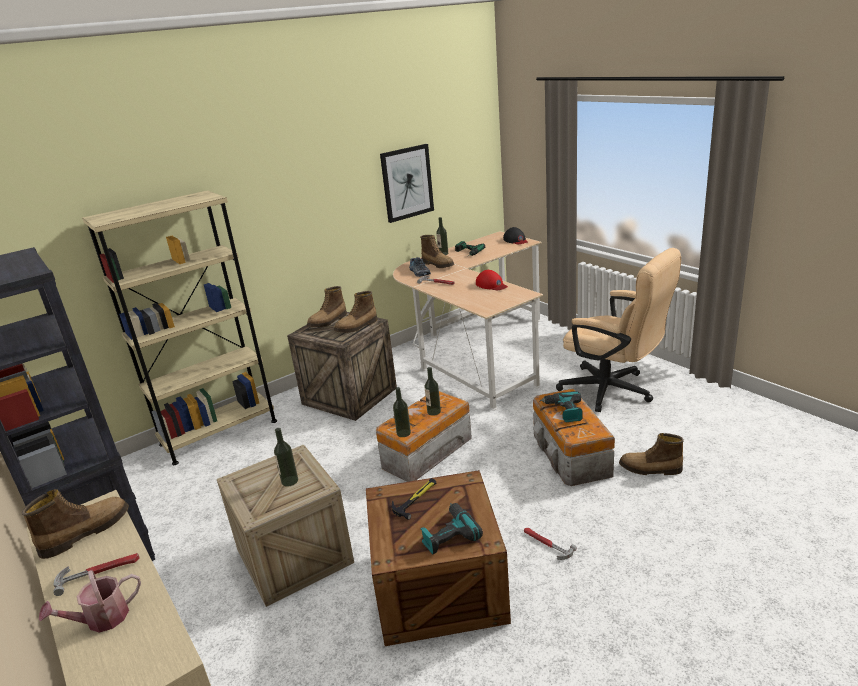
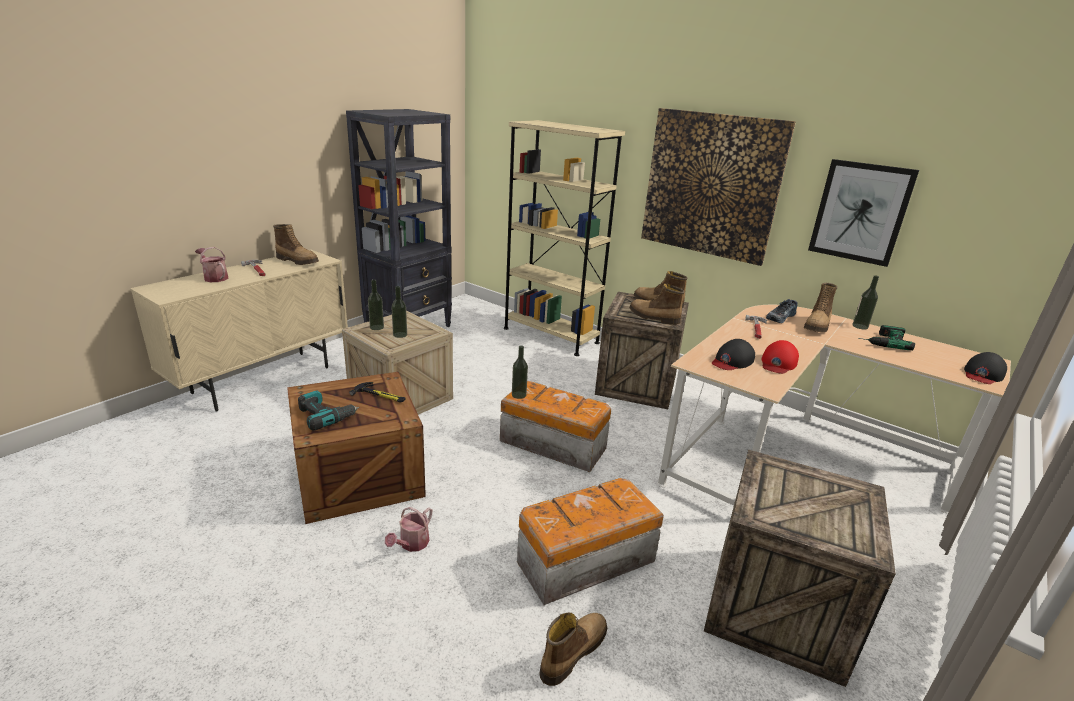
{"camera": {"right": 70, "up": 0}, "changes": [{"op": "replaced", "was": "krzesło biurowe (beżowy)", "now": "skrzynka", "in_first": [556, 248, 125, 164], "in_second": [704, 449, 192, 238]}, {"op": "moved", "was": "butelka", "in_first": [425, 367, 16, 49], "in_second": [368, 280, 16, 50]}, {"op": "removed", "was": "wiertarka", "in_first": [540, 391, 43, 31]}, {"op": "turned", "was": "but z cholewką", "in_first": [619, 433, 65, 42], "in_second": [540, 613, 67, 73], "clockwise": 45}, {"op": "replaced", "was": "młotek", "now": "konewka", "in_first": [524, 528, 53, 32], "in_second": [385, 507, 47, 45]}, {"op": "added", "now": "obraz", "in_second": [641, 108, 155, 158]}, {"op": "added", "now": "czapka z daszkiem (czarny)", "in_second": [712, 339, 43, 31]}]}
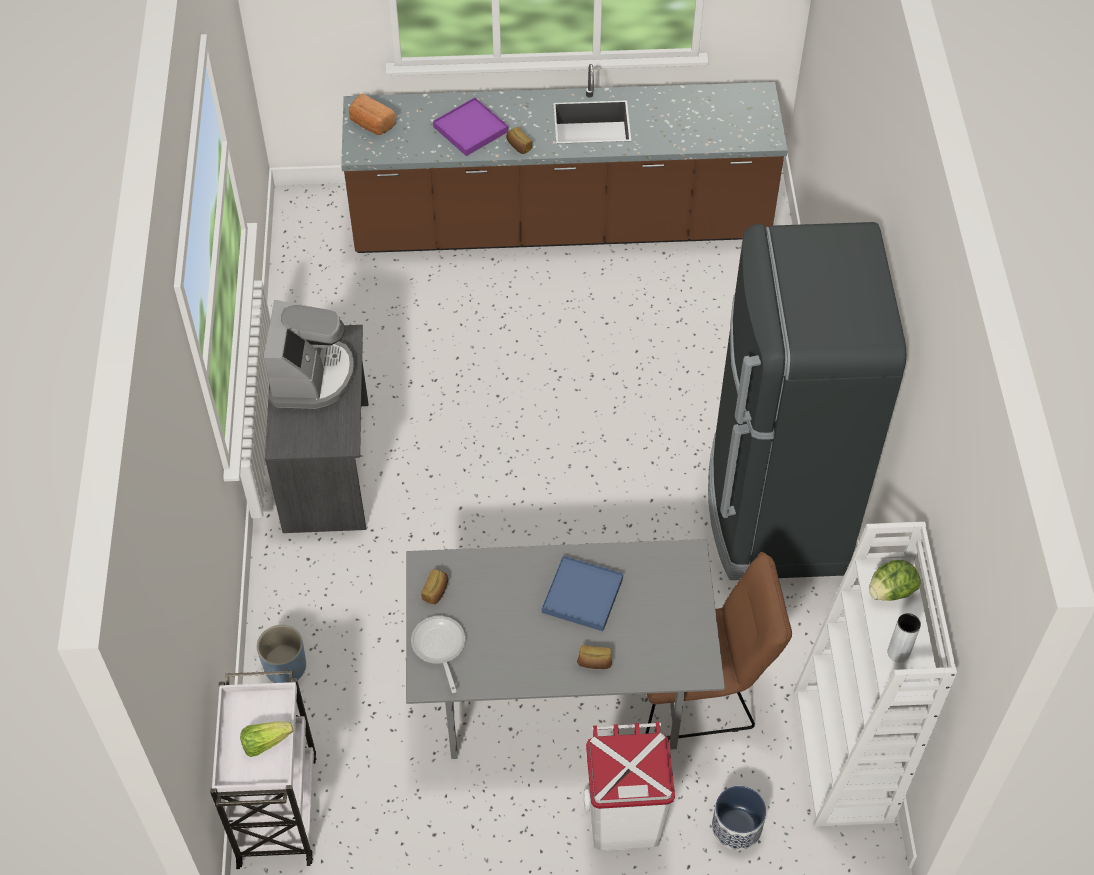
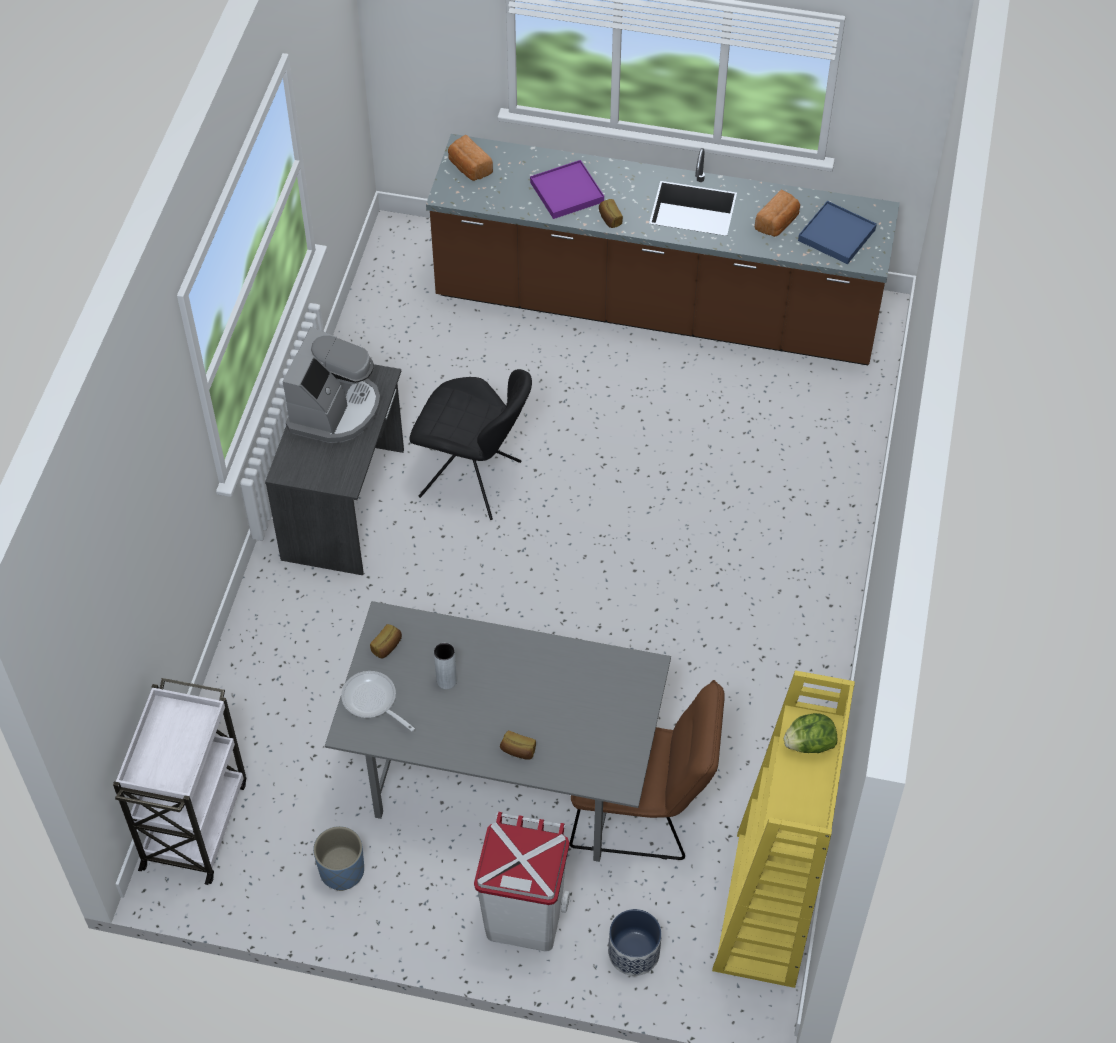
{"camera": {"right": 15, "up": 0}, "changes": [{"op": "removed", "was": "lodówka (czarny)", "in_first": [708, 222, 198, 358]}, {"op": "recoloured", "was": "regał (biały)", "now": "regał (żółty)", "in_first": [794, 522, 163, 305], "in_second": [712, 670, 143, 318]}, {"op": "moved", "was": "taca (niebieski)", "in_first": [542, 556, 81, 75], "in_second": [798, 201, 79, 63]}, {"op": "moved", "was": "wazon (szary)", "in_first": [888, 613, 33, 50], "in_second": [434, 643, 23, 46]}, {"op": "turned", "was": "patelnia", "in_first": [411, 616, 54, 77], "in_second": [341, 671, 74, 60], "clockwise": -45}, {"op": "moved", "was": "donica (niebieski)", "in_first": [257, 625, 49, 58], "in_second": [313, 826, 51, 65]}, {"op": "removed", "was": "sałata", "in_first": [240, 721, 53, 36]}, {"op": "added", "now": "chleb", "in_second": [755, 189, 45, 48]}, {"op": "added", "now": "krzesło (czarny)", "in_second": [409, 369, 123, 151]}]}
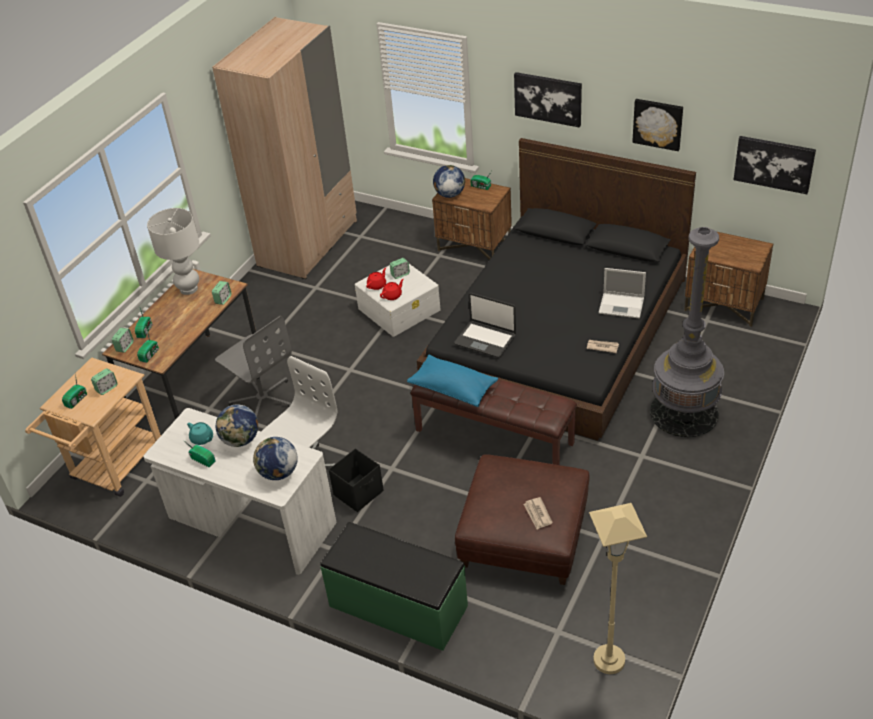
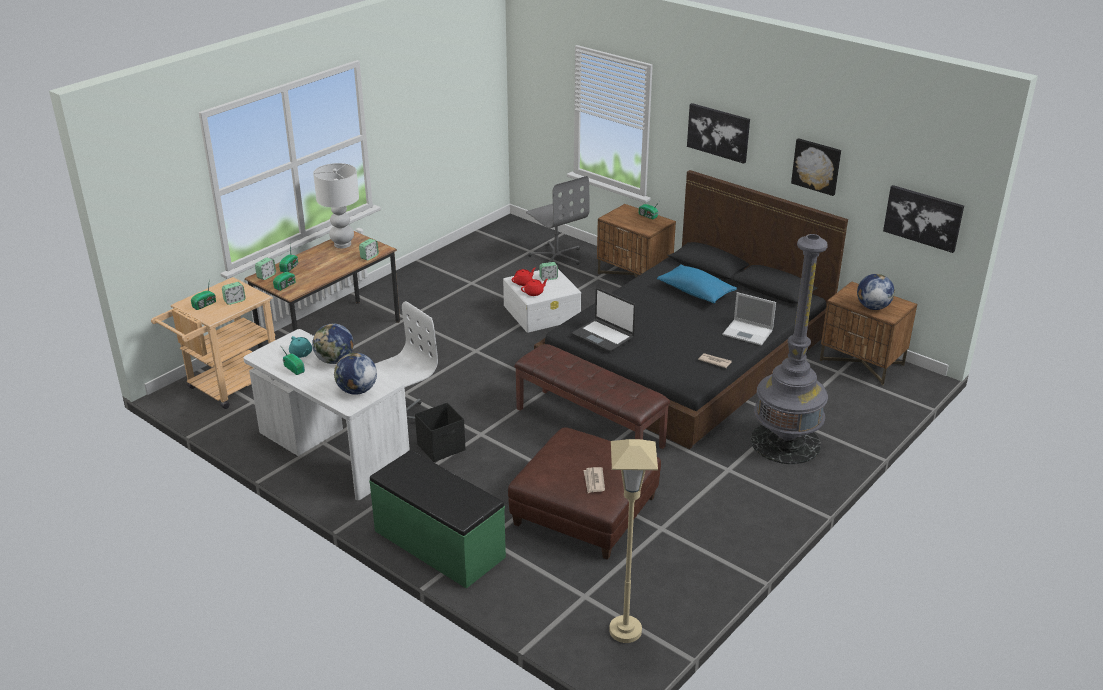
{"camera": {"right": 10, "up": -10}, "changes": [{"op": "removed", "was": "szafa (beżowy)", "in_first": [212, 16, 145, 263]}, {"op": "moved", "was": "globus", "in_first": [433, 165, 32, 33], "in_second": [857, 274, 38, 36]}, {"op": "moved", "was": "krzesło biurowe (szary)", "in_first": [215, 316, 77, 101], "in_second": [526, 176, 64, 89]}, {"op": "moved", "was": "poduszka (niebieski)", "in_first": [407, 354, 91, 53], "in_second": [657, 264, 80, 40]}]}
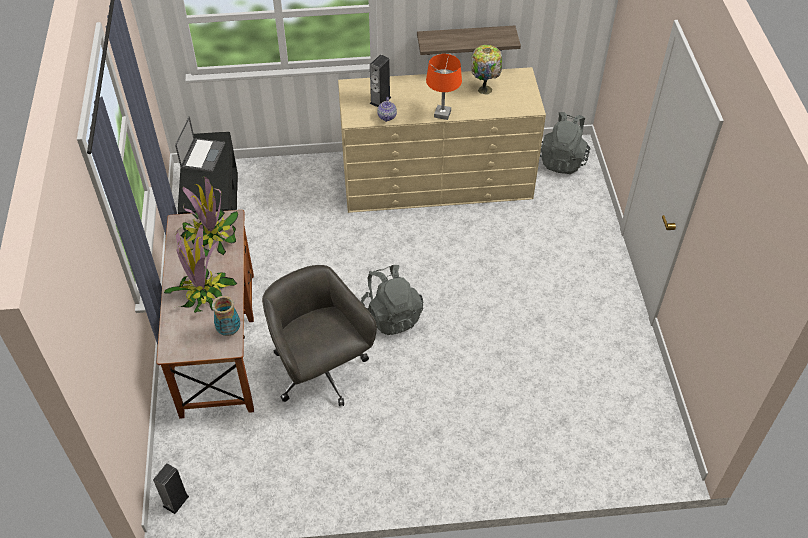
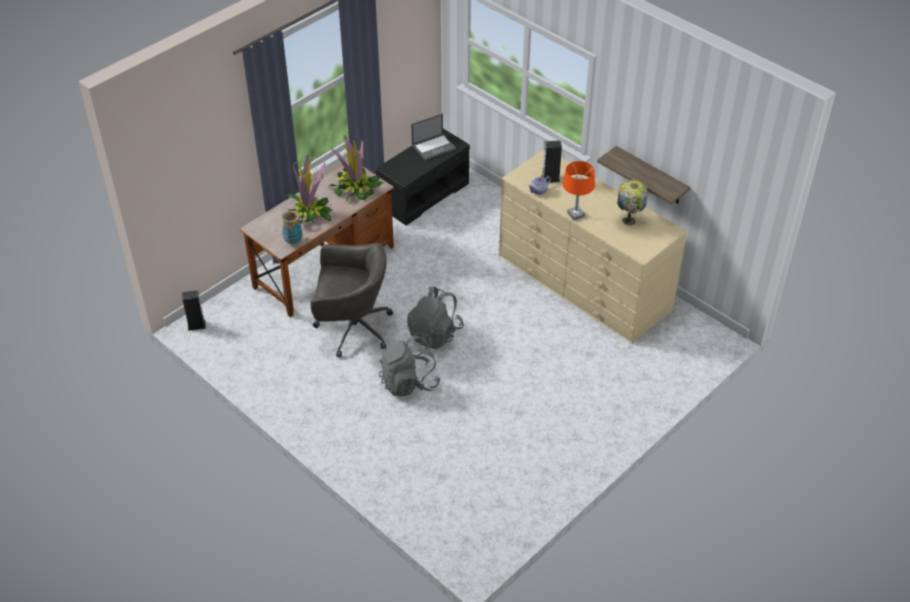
{"camera": {"right": 50, "up": -5}, "changes": [{"op": "moved", "was": "plecak (szary)", "in_first": [540, 112, 50, 62], "in_second": [379, 336, 61, 61]}, {"op": "turned", "was": "krzesło biurowe (szary)", "in_first": [262, 265, 115, 141], "in_second": [310, 243, 83, 115], "clockwise": 75}]}
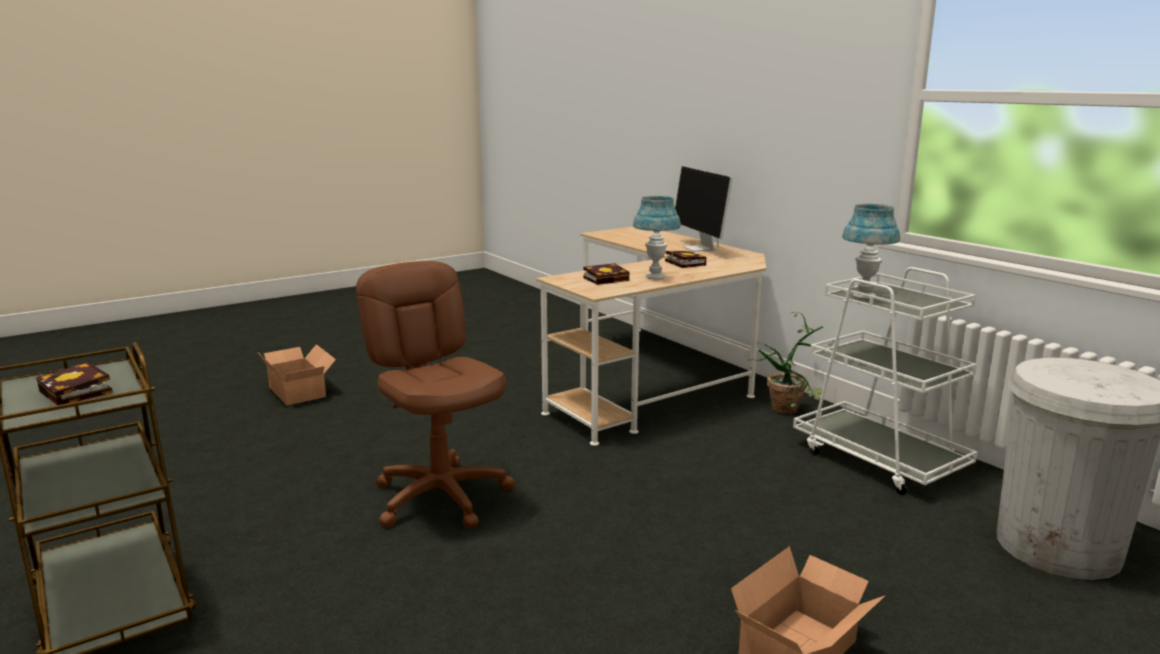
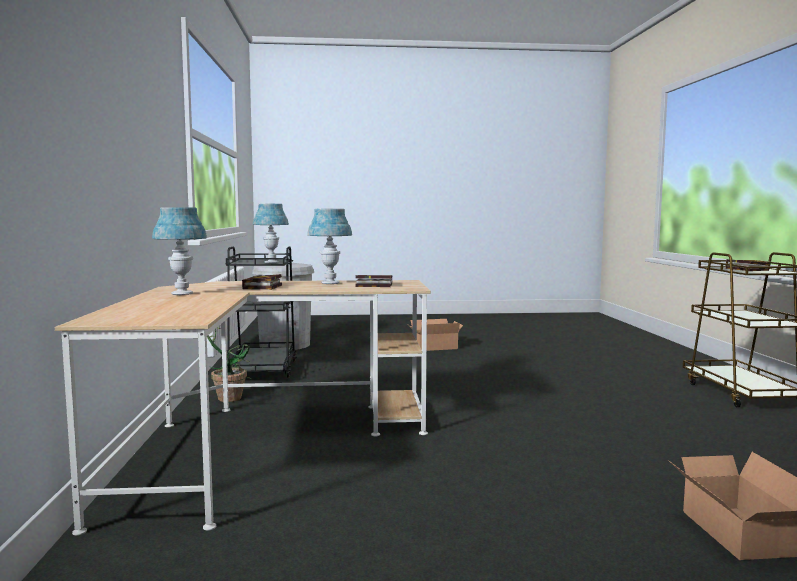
{"camera": {"right": -150, "up": -10}, "changes": [{"op": "replaced", "was": "monitor", "now": "lampa stołowa (niebieski)", "in_first": [675, 166, 58, 86], "in_second": [152, 207, 55, 88]}, {"op": "removed", "was": "krzesło biurowe (brązowy)", "in_first": [356, 261, 159, 268]}, {"op": "recoloured", "was": "wózek (biały)", "now": "wózek (czarny)", "in_first": [793, 267, 184, 228], "in_second": [225, 246, 72, 132]}]}
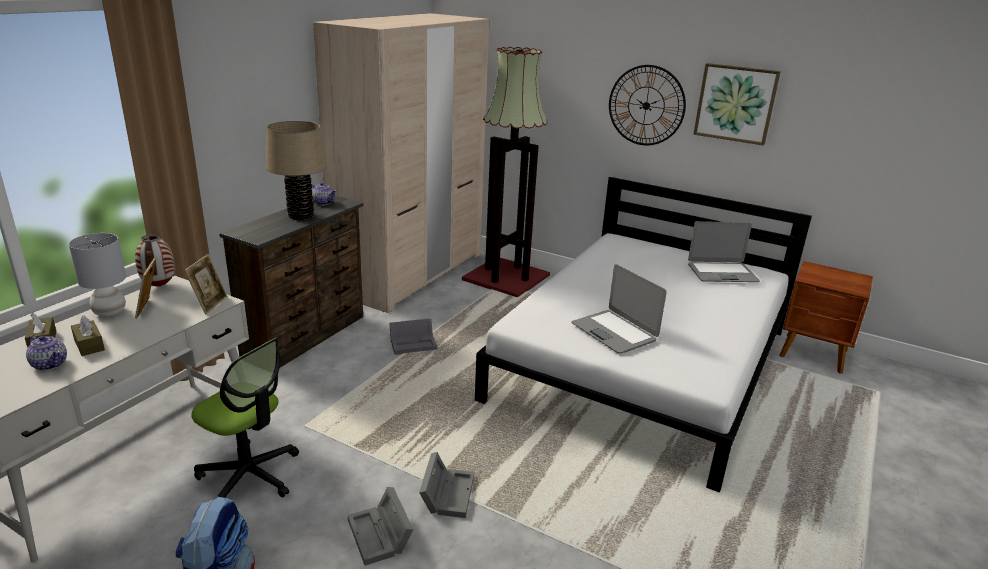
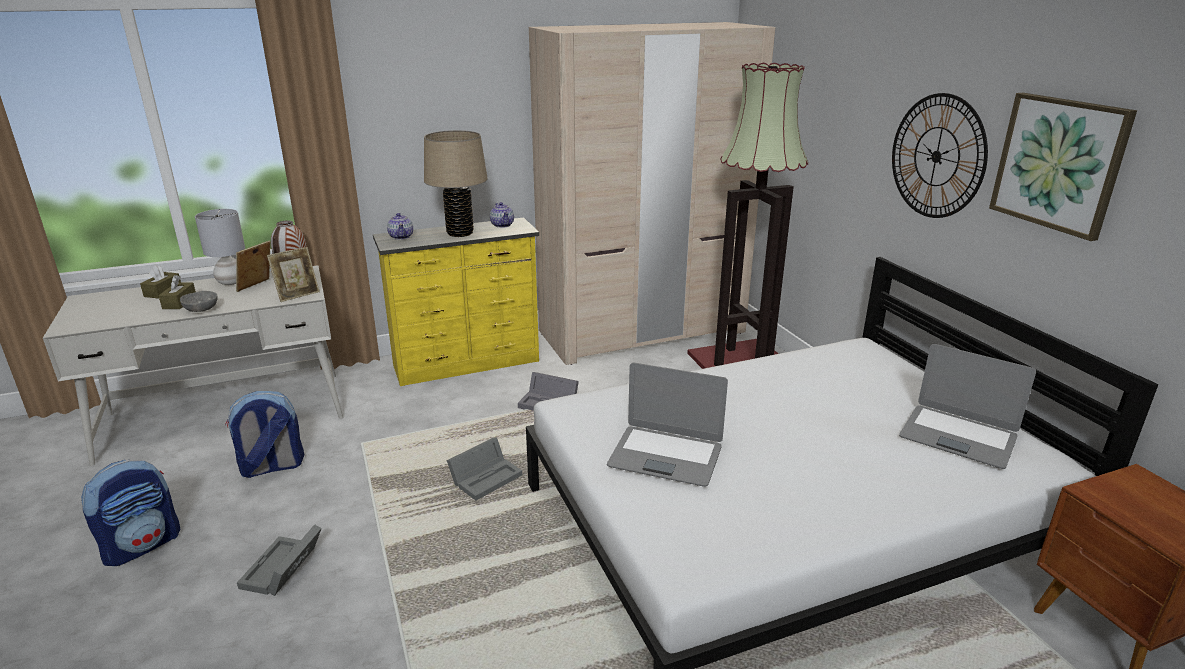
{"camera": {"right": 40, "up": 0}, "changes": [{"op": "recoloured", "was": "komoda (brązowy)", "now": "komoda (żółty)", "in_first": [219, 196, 144, 171], "in_second": [373, 217, 166, 169]}, {"op": "turned", "was": "laptop", "in_first": [571, 264, 96, 90], "in_second": [607, 363, 121, 124], "clockwise": -75}, {"op": "moved", "was": "imbryk", "in_first": [26, 335, 41, 36], "in_second": [387, 213, 26, 27]}, {"op": "replaced", "was": "krzesło biurowe", "now": "plecak", "in_first": [192, 338, 107, 160], "in_second": [225, 391, 79, 87]}, {"op": "moved", "was": "pojemnik do przechowywania (szary)", "in_first": [419, 452, 55, 66], "in_second": [447, 437, 75, 64]}, {"op": "added", "now": "miska (szary)", "in_second": [180, 291, 38, 21]}]}
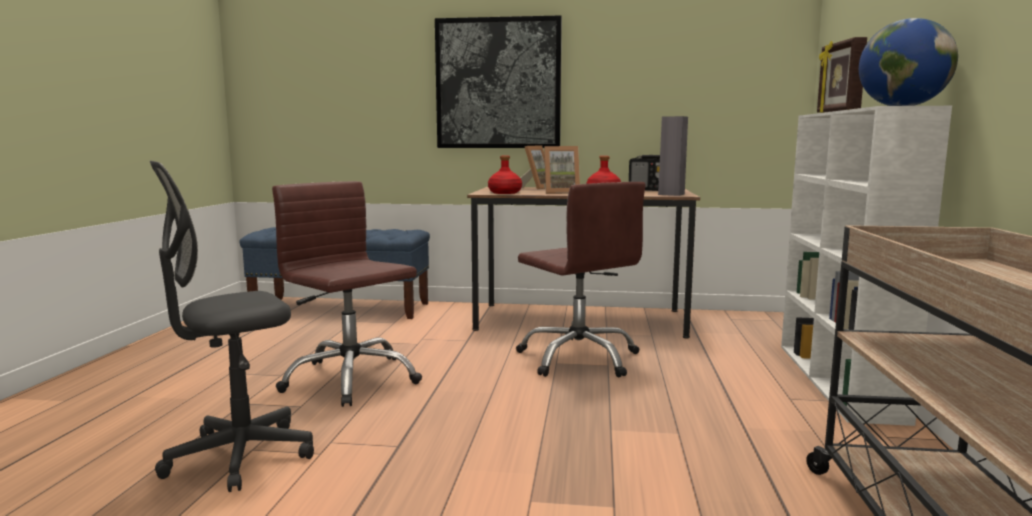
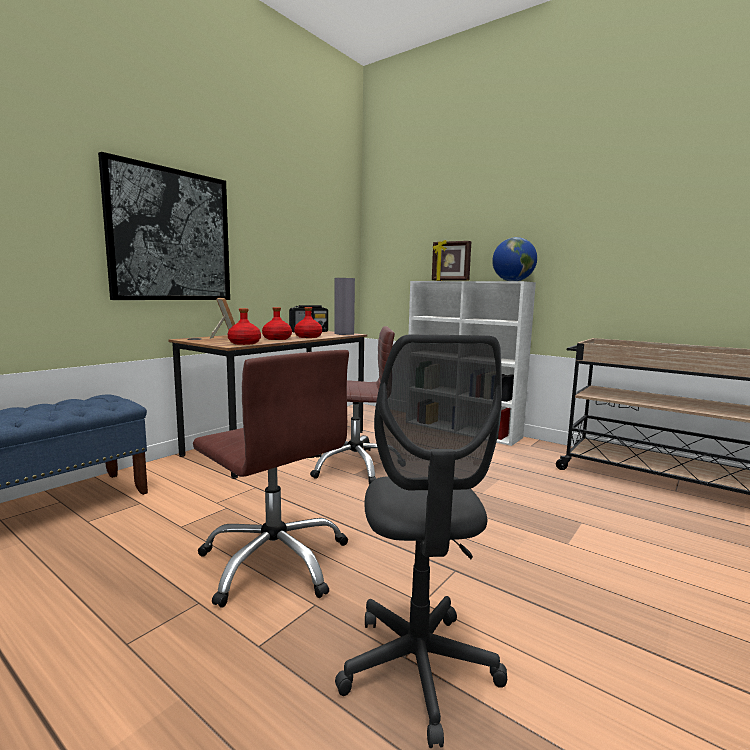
{"camera": {"right": -60, "up": 0}, "changes": [{"op": "replaced", "was": "ramka na zdjęcie", "now": "butelka (czerwony)", "in_first": [544, 146, 36, 48], "in_second": [262, 307, 30, 33]}, {"op": "turned", "was": "krzesło biurowe (brązowy)", "in_first": [272, 181, 150, 226], "in_second": [193, 350, 156, 258], "clockwise": -120}]}
